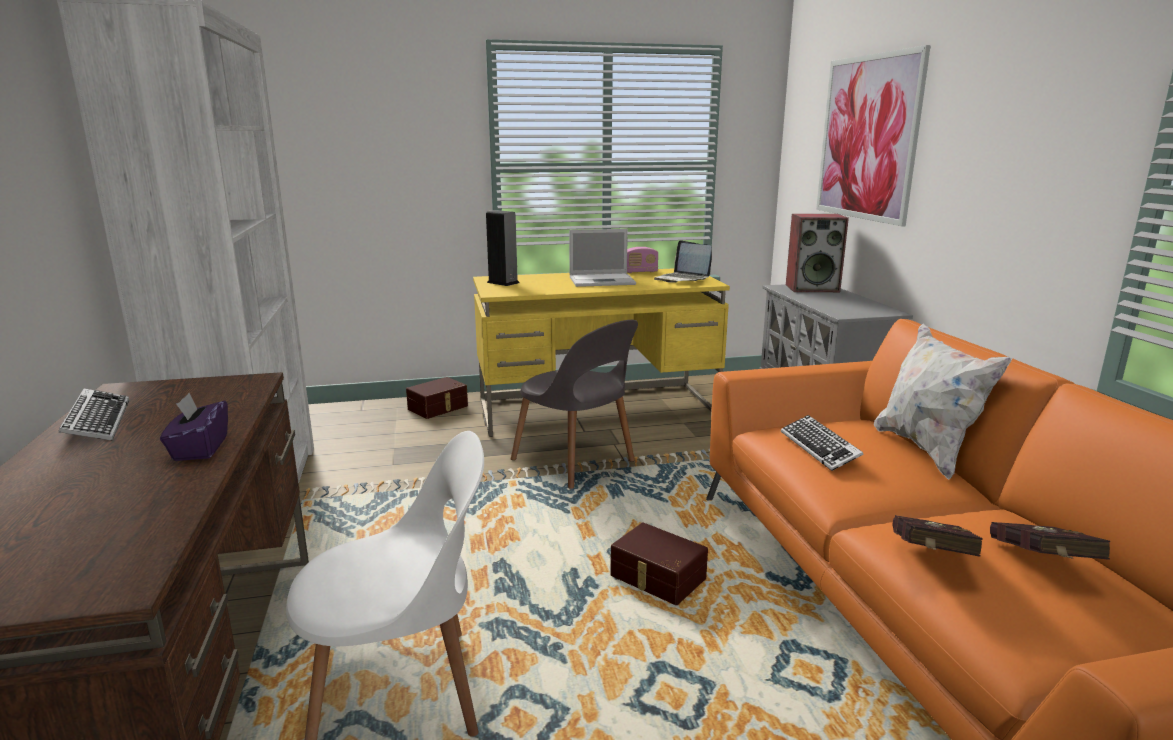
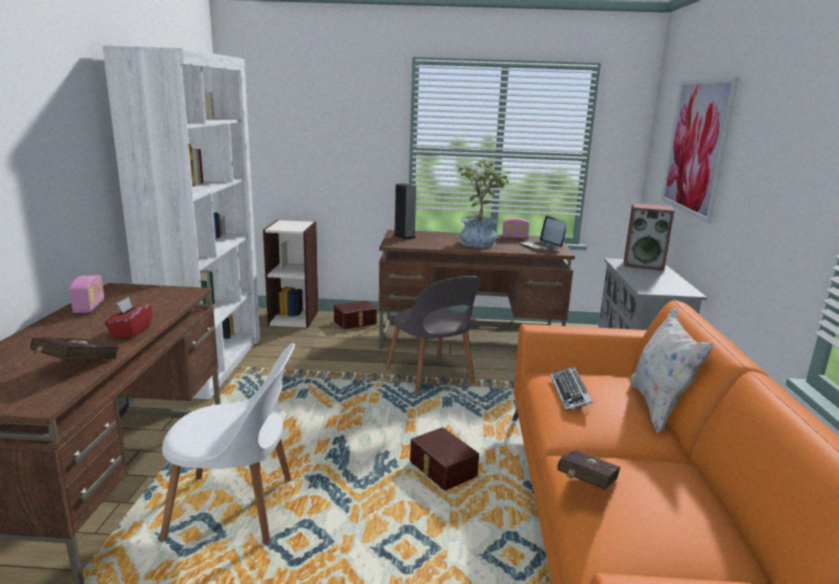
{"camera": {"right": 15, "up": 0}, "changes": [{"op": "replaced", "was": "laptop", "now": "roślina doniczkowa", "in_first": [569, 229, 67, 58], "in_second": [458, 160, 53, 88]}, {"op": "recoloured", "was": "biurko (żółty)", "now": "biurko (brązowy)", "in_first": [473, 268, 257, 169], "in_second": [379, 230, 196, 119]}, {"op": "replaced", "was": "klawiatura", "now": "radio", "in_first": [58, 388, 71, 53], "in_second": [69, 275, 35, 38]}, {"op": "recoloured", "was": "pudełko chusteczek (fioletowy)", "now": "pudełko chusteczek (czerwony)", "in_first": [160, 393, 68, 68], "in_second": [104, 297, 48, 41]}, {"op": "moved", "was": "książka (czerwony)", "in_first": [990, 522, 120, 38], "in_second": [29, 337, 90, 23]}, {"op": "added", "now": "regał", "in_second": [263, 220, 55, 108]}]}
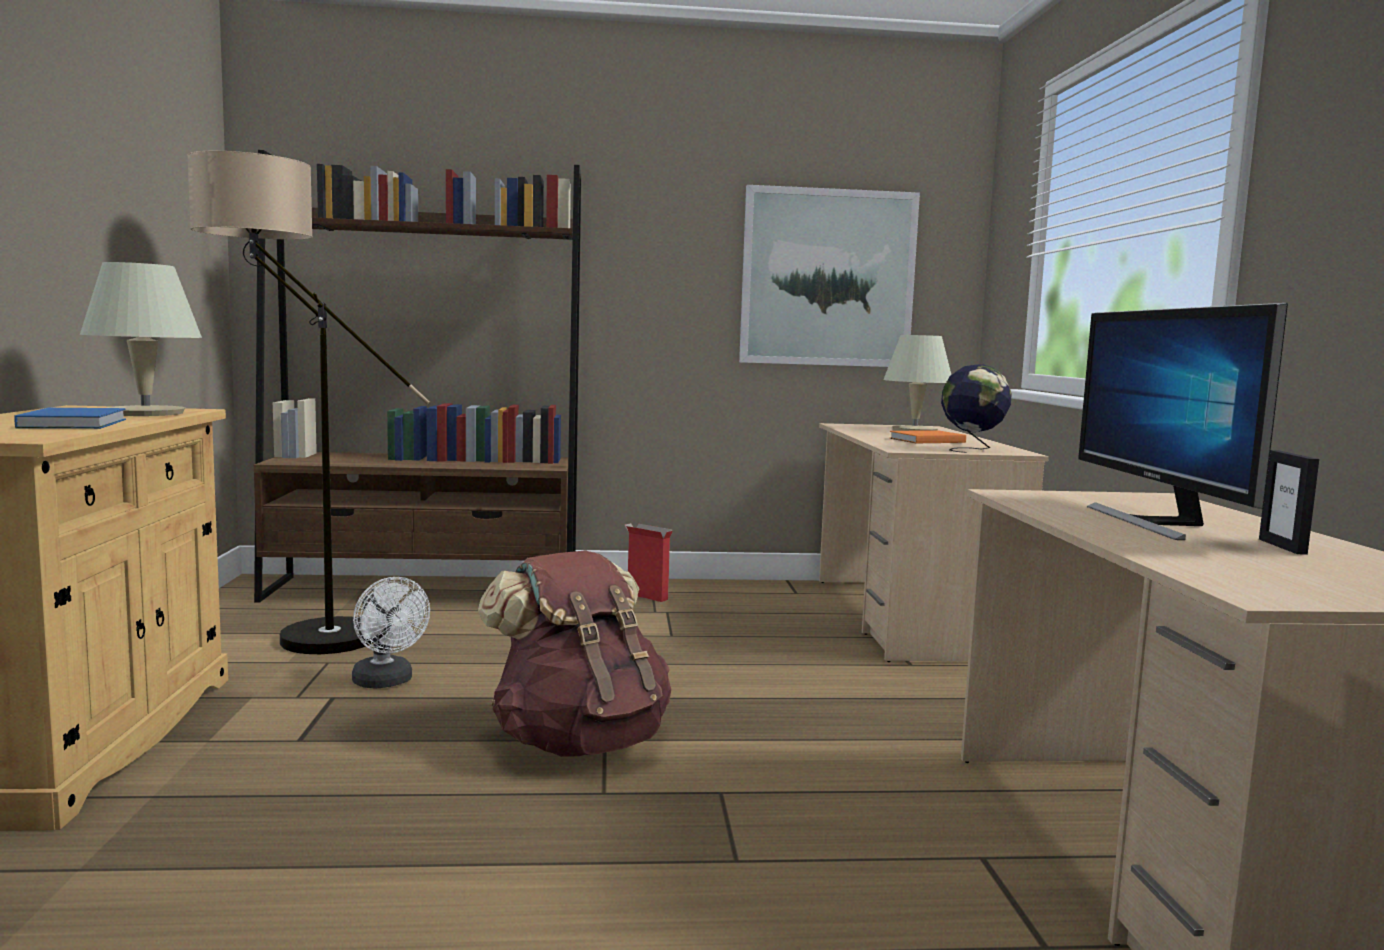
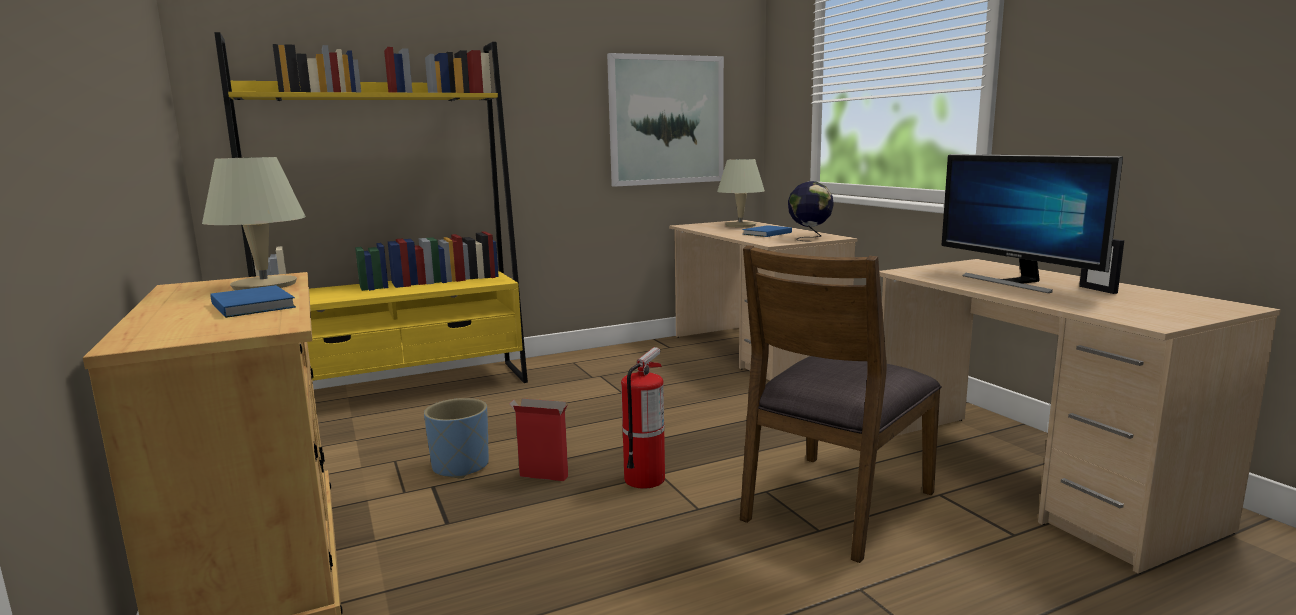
{"camera": {"right": -20, "up": 5}, "changes": [{"op": "recoloured", "was": "regał (brązowy)", "now": "regał (żółty)", "in_first": [254, 150, 327, 452], "in_second": [214, 32, 314, 351]}, {"op": "removed", "was": "lampa stojąca", "in_first": [187, 151, 243, 503]}, {"op": "recoloured", "was": "książka (pomarańczowy)", "now": "książka (niebieski)", "in_first": [890, 430, 76, 13], "in_second": [743, 225, 49, 12]}, {"op": "moved", "was": "karton", "in_first": [625, 523, 48, 79], "in_second": [509, 398, 59, 83]}, {"op": "replaced", "was": "plecak (brązowy)", "now": "gaśnica", "in_first": [478, 550, 193, 207], "in_second": [621, 347, 44, 142]}, {"op": "replaced", "was": "wentylator (biały)", "now": "donica (niebieski)", "in_first": [352, 577, 78, 112], "in_second": [424, 398, 65, 81]}, {"op": "added", "now": "krzesło (brązowy)", "in_second": [740, 245, 202, 318]}]}
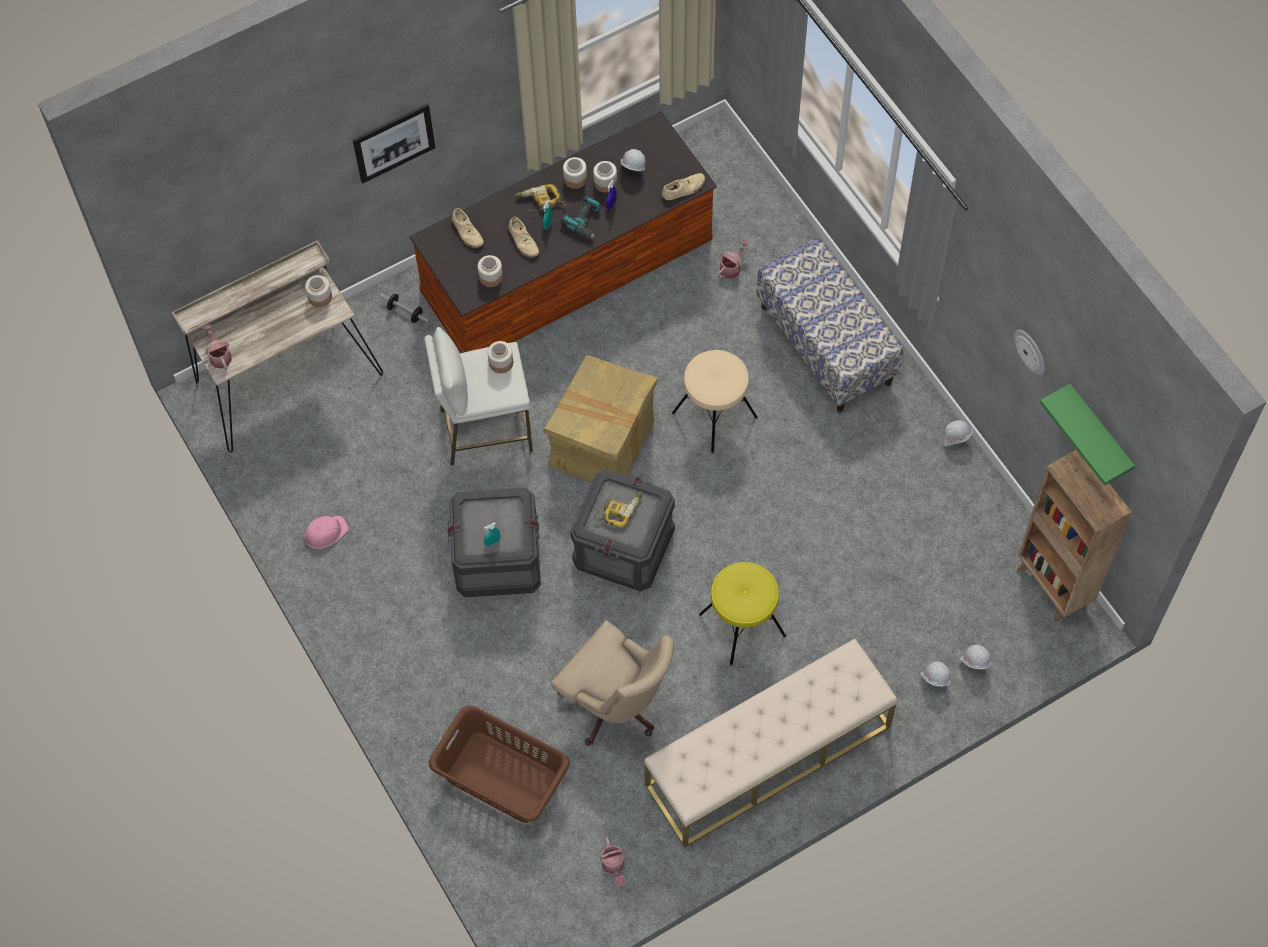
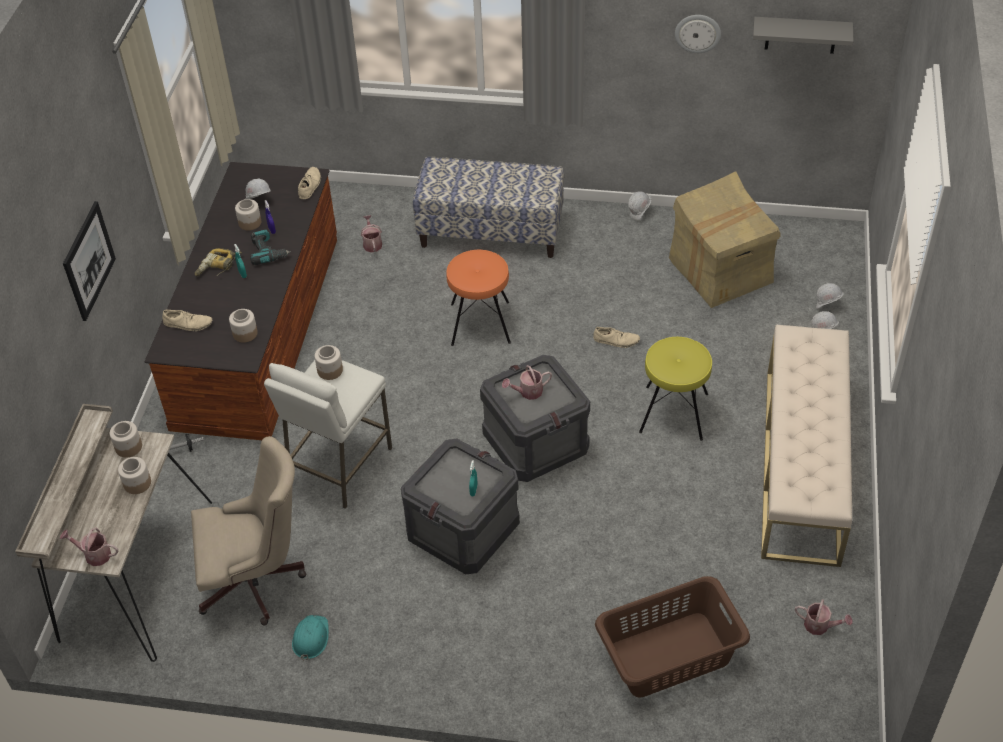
{"camera": {"right": -50, "up": -15}, "changes": [{"op": "moved", "was": "słoik", "in_first": [563, 157, 24, 32], "in_second": [118, 457, 33, 37]}, {"op": "moved", "was": "but (beżowy)", "in_first": [509, 217, 30, 40], "in_second": [593, 327, 47, 21]}, {"op": "recoloured", "was": "stołek (beżowy)", "now": "stołek (pomarańczowy)", "in_first": [672, 350, 86, 103], "in_second": [446, 250, 65, 96]}, {"op": "moved", "was": "karton", "in_first": [544, 355, 114, 127], "in_second": [669, 171, 111, 137]}, {"op": "recoloured", "was": "półka (zielony)", "now": "półka (szary)", "in_first": [1040, 384, 95, 101], "in_second": [753, 17, 100, 37]}, {"op": "removed", "was": "regał (brązowy)", "in_first": [1017, 450, 115, 172]}, {"op": "replaced", "was": "wiertarka", "now": "konewka", "in_first": [594, 489, 48, 38], "in_second": [502, 365, 50, 35]}, {"op": "recoloured", "was": "kask (różowy)", "now": "kask (turkusowy)", "in_first": [303, 516, 46, 33], "in_second": [292, 615, 37, 46]}, {"op": "moved", "was": "krzesło biurowe (beżowy)", "in_first": [551, 620, 123, 126], "in_second": [191, 436, 115, 189]}]}
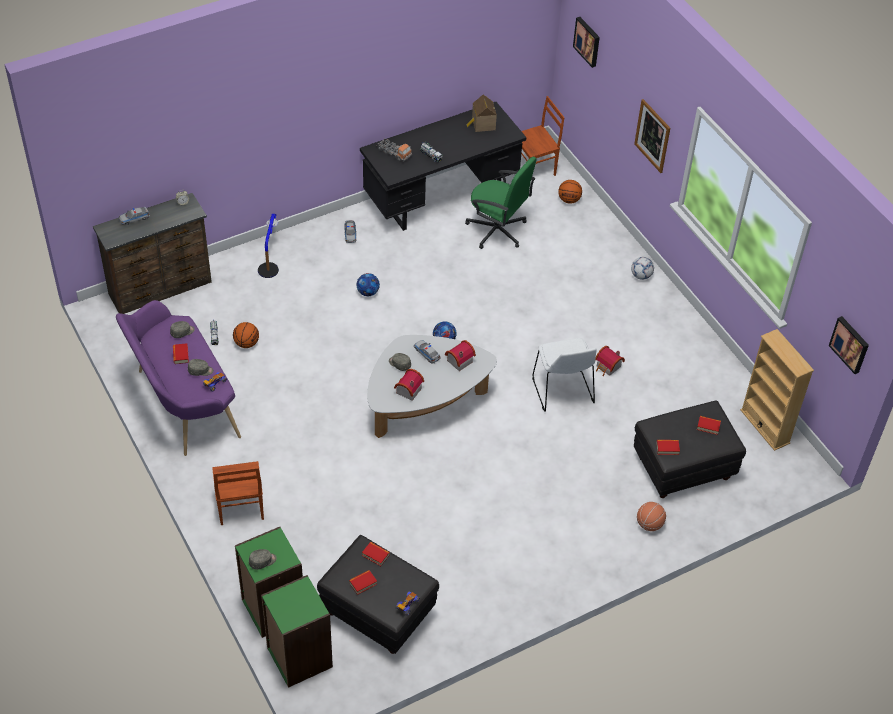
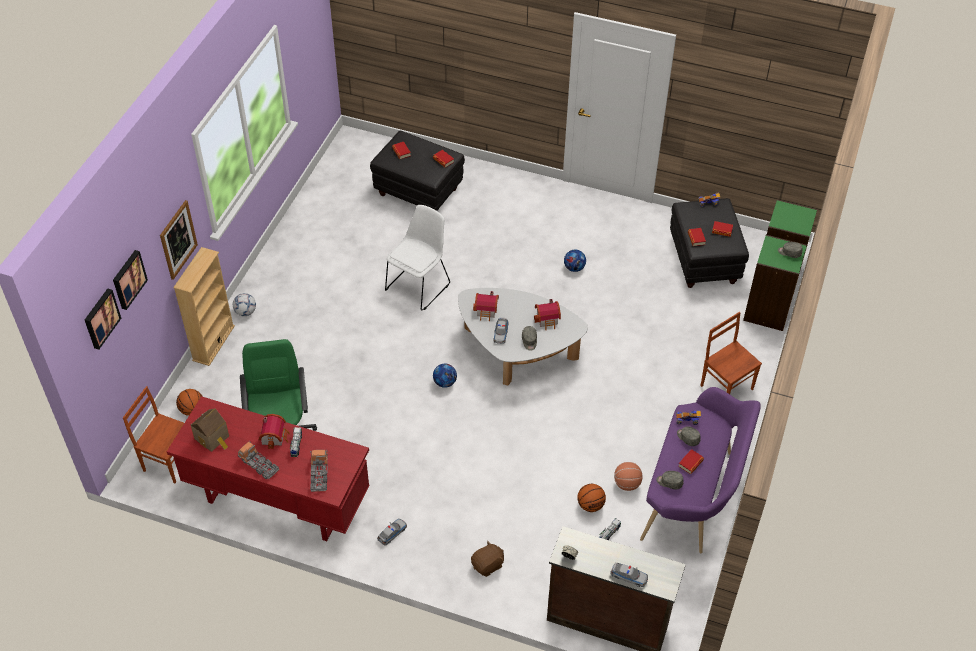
{"camera": {"right": -130, "up": 0}, "changes": [{"op": "recoloured", "was": "biurko (czarny)", "now": "biurko (czerwony)", "in_first": [360, 102, 167, 129], "in_second": [167, 396, 202, 145]}, {"op": "replaced", "was": "lampa stołowa", "now": "pluszak (brązowy)", "in_first": [258, 214, 21, 64], "in_second": [471, 541, 33, 36]}, {"op": "moved", "was": "piłka futbolowa", "in_first": [356, 273, 24, 23], "in_second": [564, 250, 22, 22]}, {"op": "moved", "was": "obraz", "in_first": [829, 316, 40, 58], "in_second": [113, 250, 35, 60]}, {"op": "moved", "was": "regał (beżowy)", "in_first": [740, 329, 74, 122], "in_second": [173, 247, 62, 119]}, {"op": "moved", "was": "domek", "in_first": [595, 346, 30, 30], "in_second": [259, 414, 31, 35]}, {"op": "turned", "was": "krzesło (brązowy)", "in_first": [212, 461, 52, 64], "in_second": [700, 312, 62, 82], "clockwise": -75}, {"op": "moved", "was": "piłka do koszykówki", "in_first": [637, 502, 29, 29], "in_second": [614, 462, 29, 29]}, {"op": "added", "now": "ciężarówka zabawkowa", "in_second": [238, 442, 42, 37]}]}
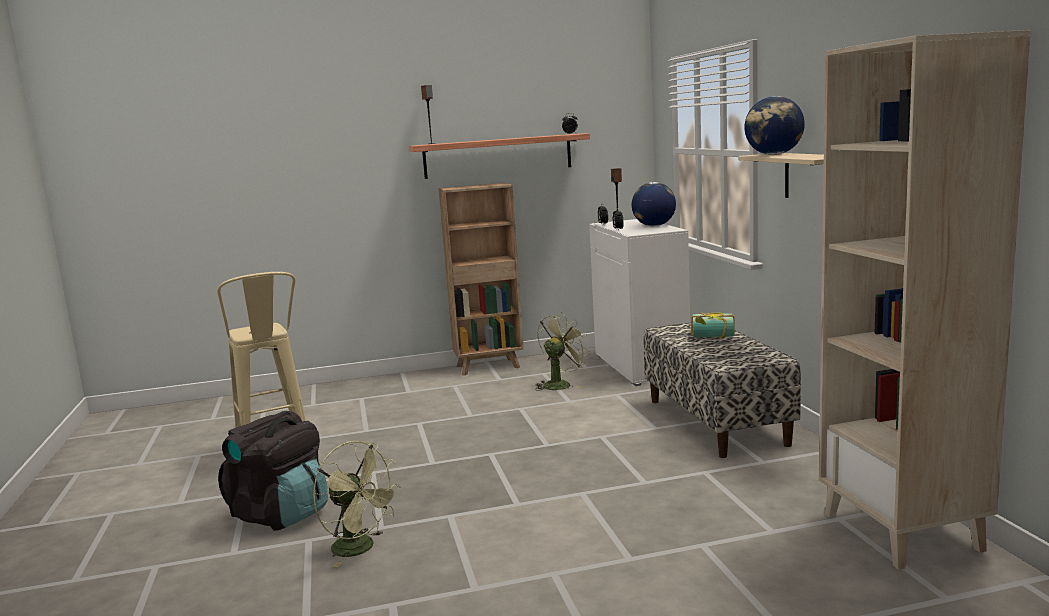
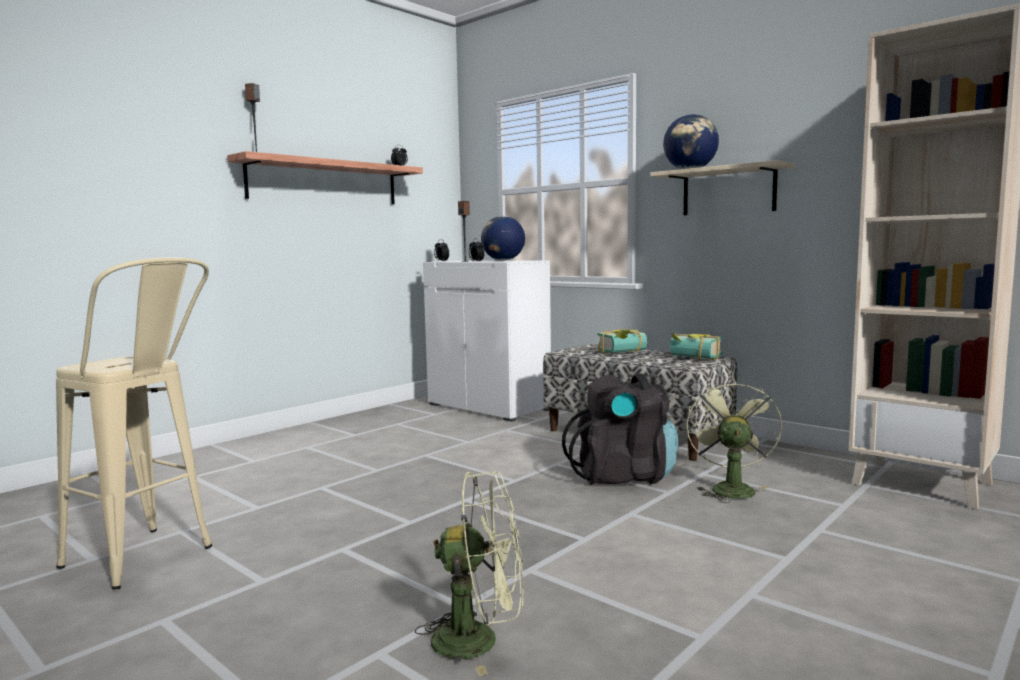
{"camera": {"right": -35, "up": -5}, "changes": [{"op": "removed", "was": "regał (brązowy)", "in_first": [438, 183, 86, 192]}, {"op": "moved", "was": "wentylator (zielony)", "in_first": [535, 312, 55, 79], "in_second": [686, 379, 96, 124]}, {"op": "moved", "was": "plecak (czarny)", "in_first": [218, 411, 110, 120], "in_second": [562, 373, 116, 112]}, {"op": "added", "now": "książka", "in_second": [670, 332, 53, 27]}]}
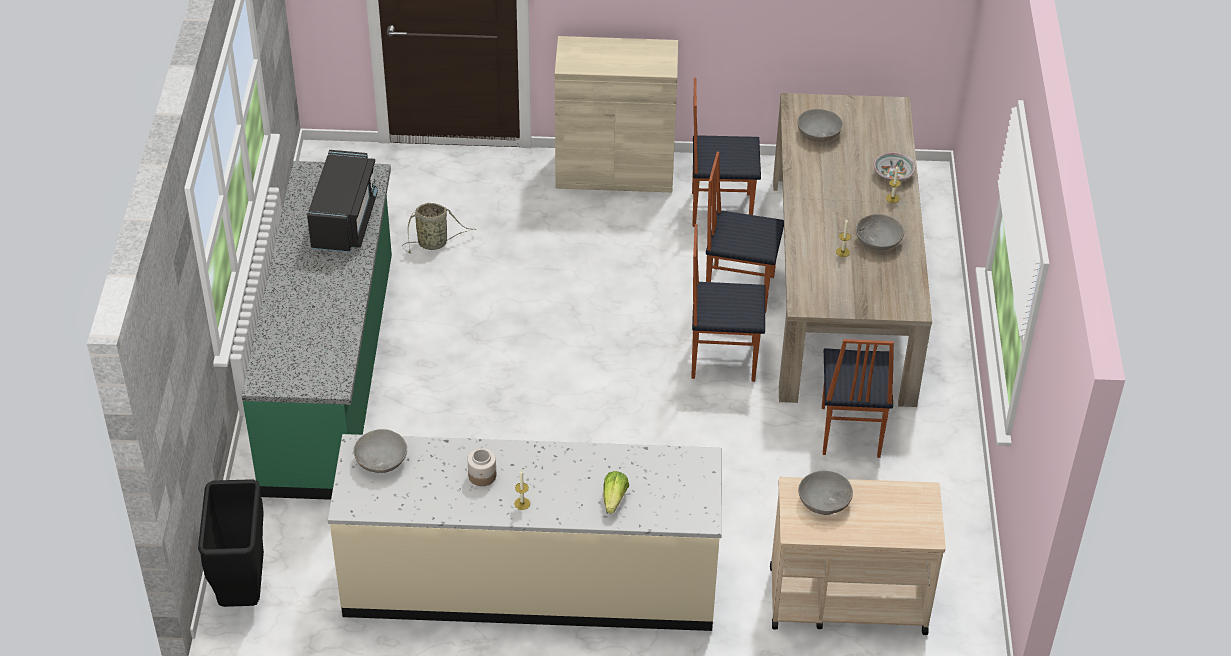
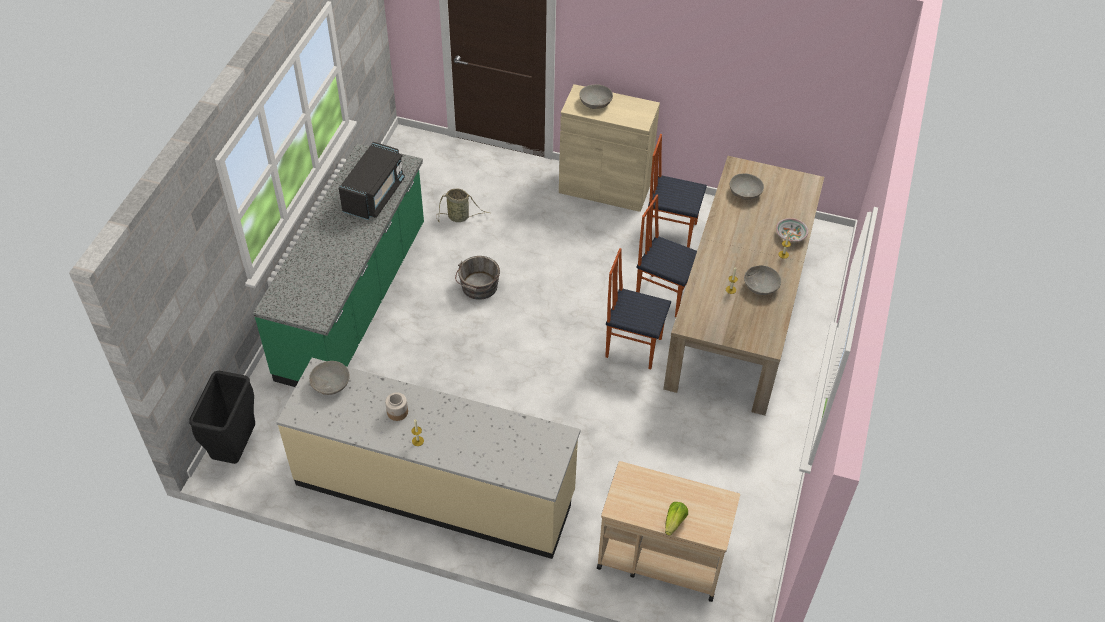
{"camera": {"right": 15, "up": 5}, "changes": [{"op": "removed", "was": "krzesło", "in_first": [822, 339, 72, 119]}, {"op": "moved", "was": "sałata", "in_first": [603, 471, 26, 42], "in_second": [665, 502, 23, 34]}, {"op": "moved", "was": "miska (szary)", "in_first": [798, 471, 55, 44], "in_second": [579, 84, 34, 25]}, {"op": "added", "now": "wiadro (szary)", "in_second": [455, 256, 45, 44]}]}
